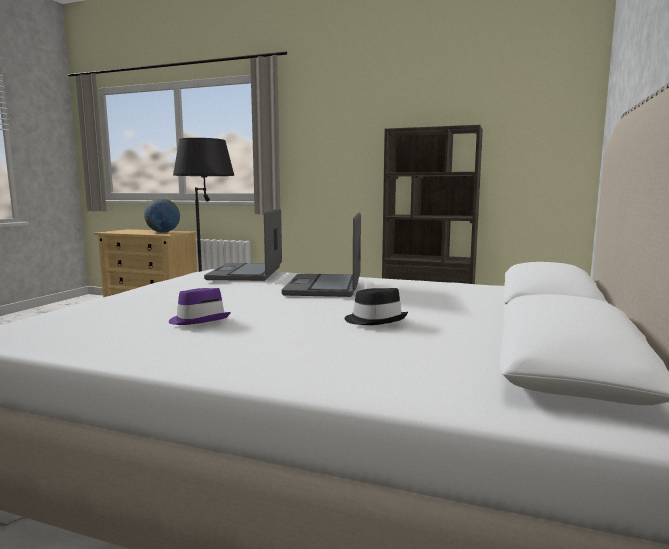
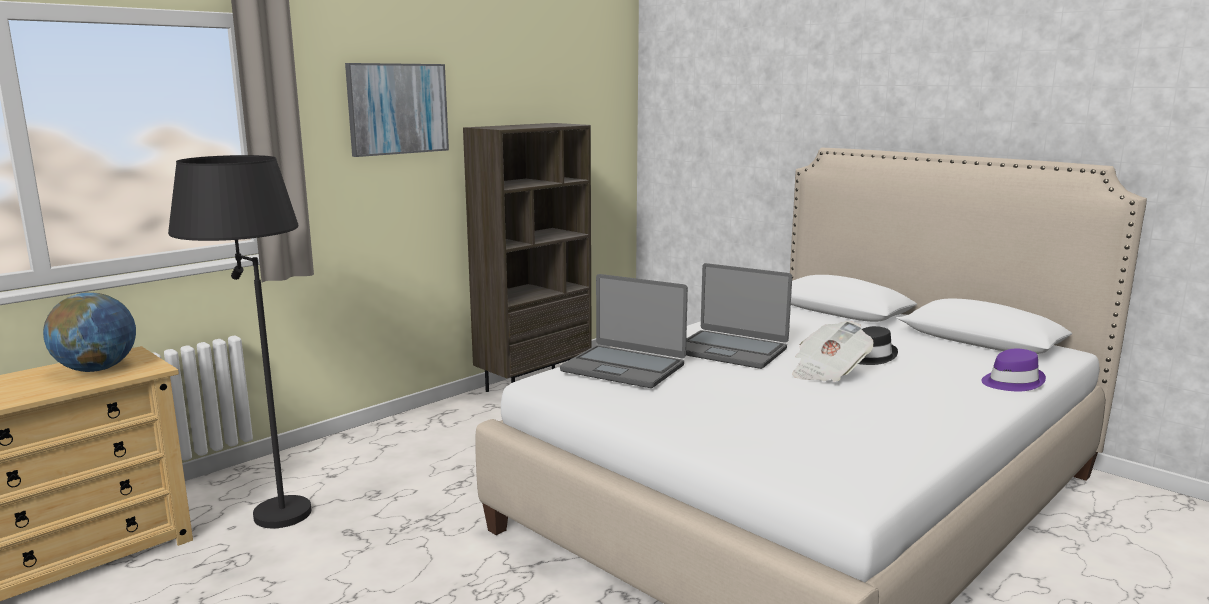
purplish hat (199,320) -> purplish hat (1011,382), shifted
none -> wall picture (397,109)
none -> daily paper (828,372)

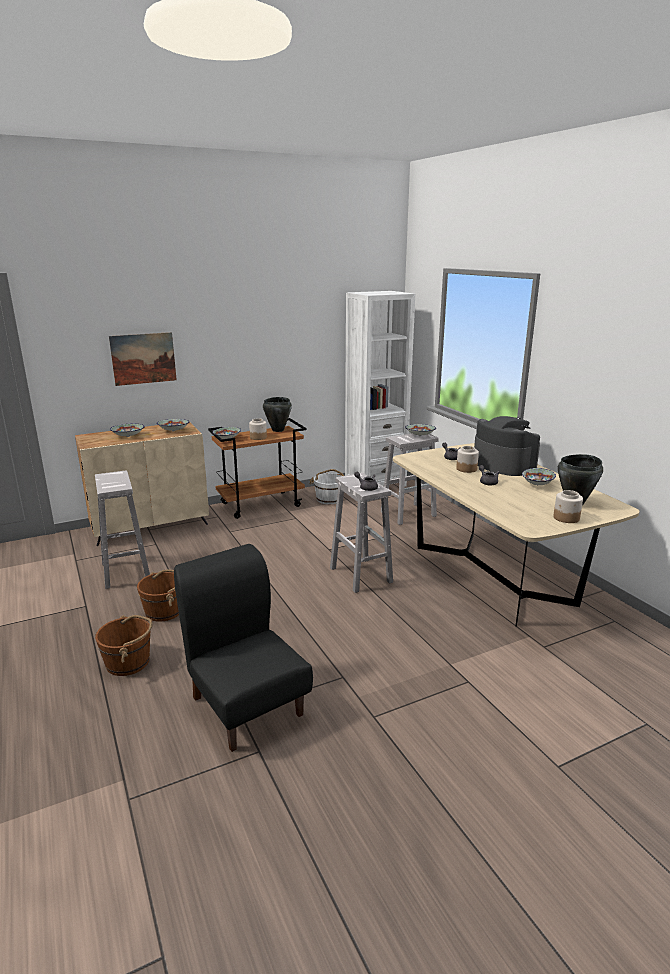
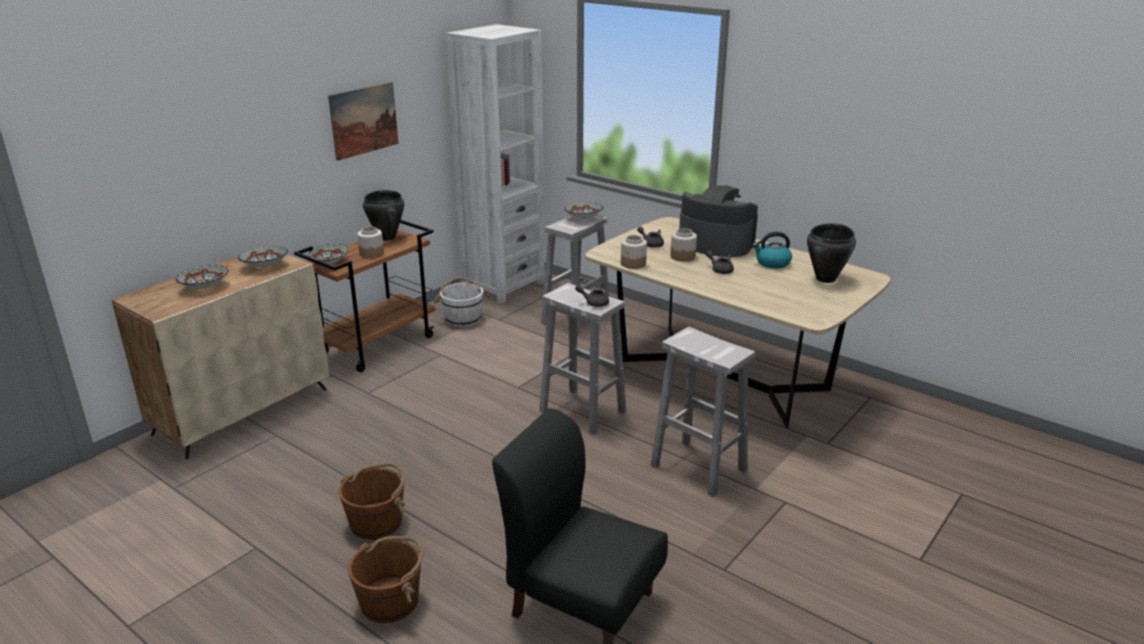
wall picture (143,358) -> wall picture (364,120), shifted
serving bowl (538,484) -> water kettle (772,263)
white stool seat (125,571) -> white stool seat (697,467), shifted
storage jar (566,518) -> storage jar (633,264), shifted

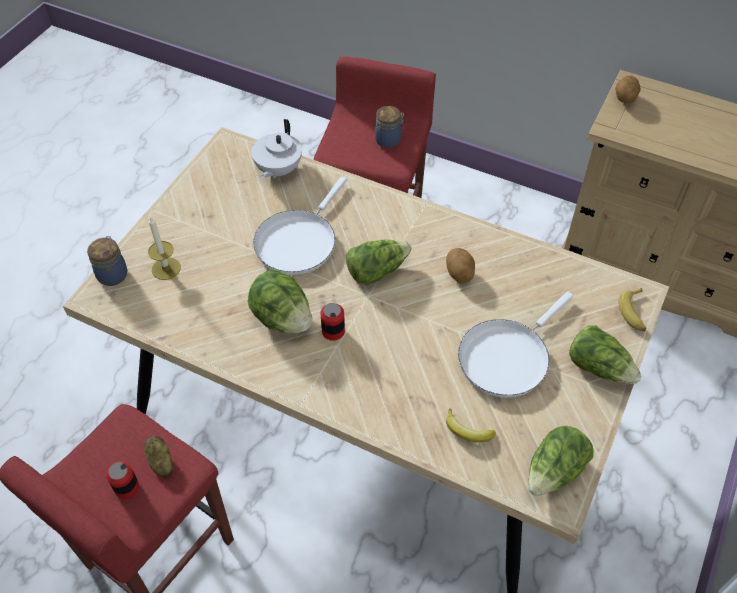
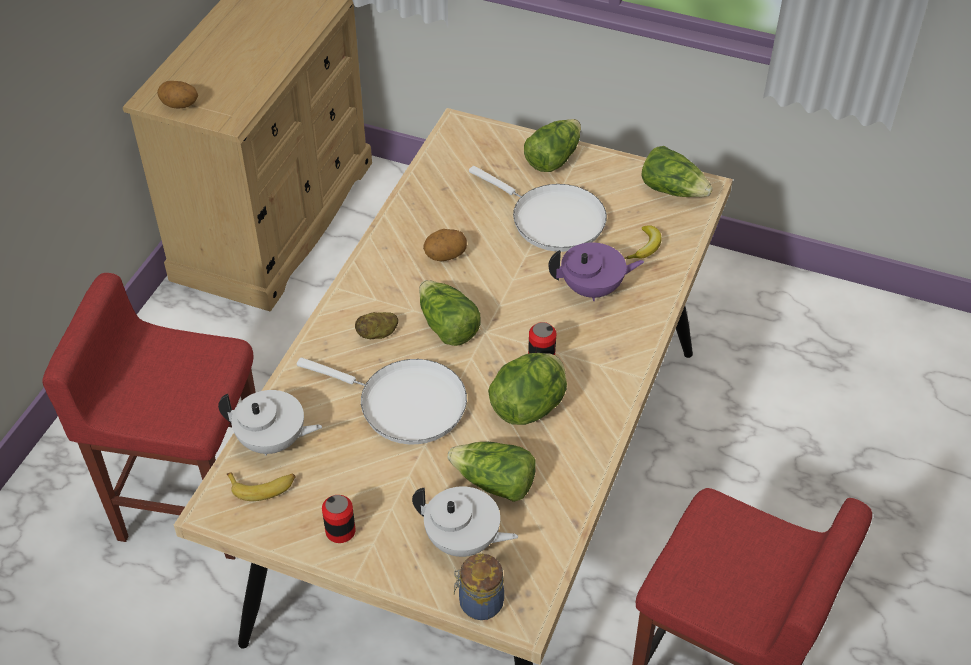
storage jar (389,140) -> none
wax candle (166,268) -> white teapot (463,541)
banana fruit (634,313) -> banana fruit (263,487), shifted
potato (160,462) -> potato (378,334), shifted
can (127,487) -> can (340,531), shifted
none -> purplish teapot (592,289)
none -> head of lettuce (494,483)

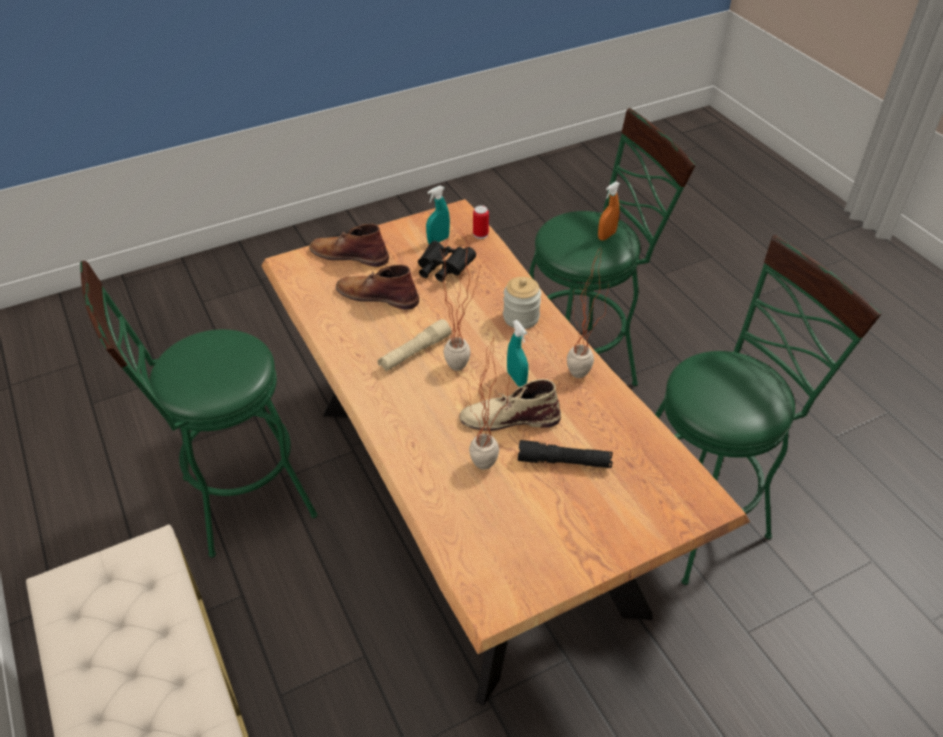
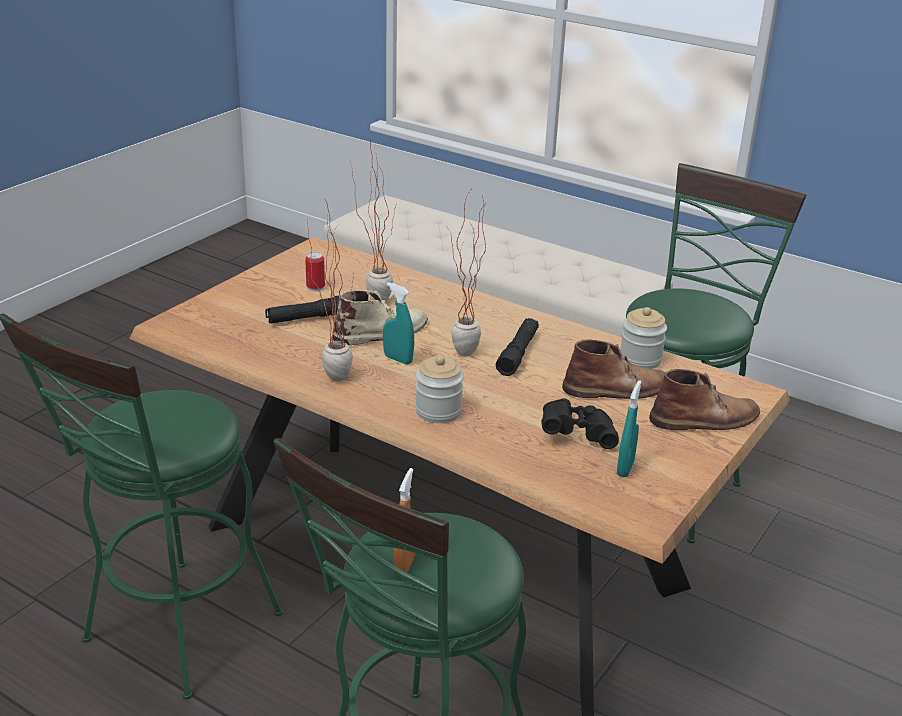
can (480,234) -> can (315,288), shifted
beige-coloured torch (415,352) -> black torch (518,353)
none -> storage jar (640,359)

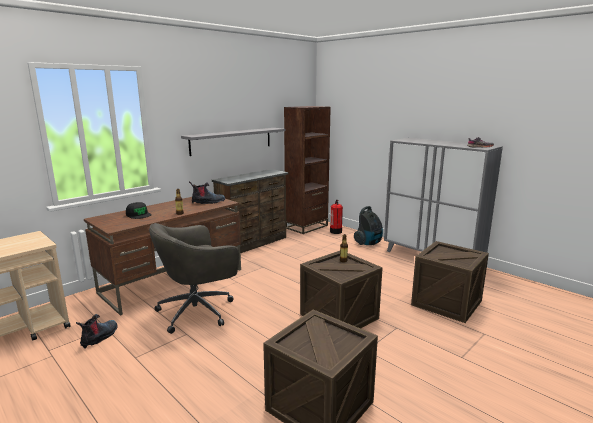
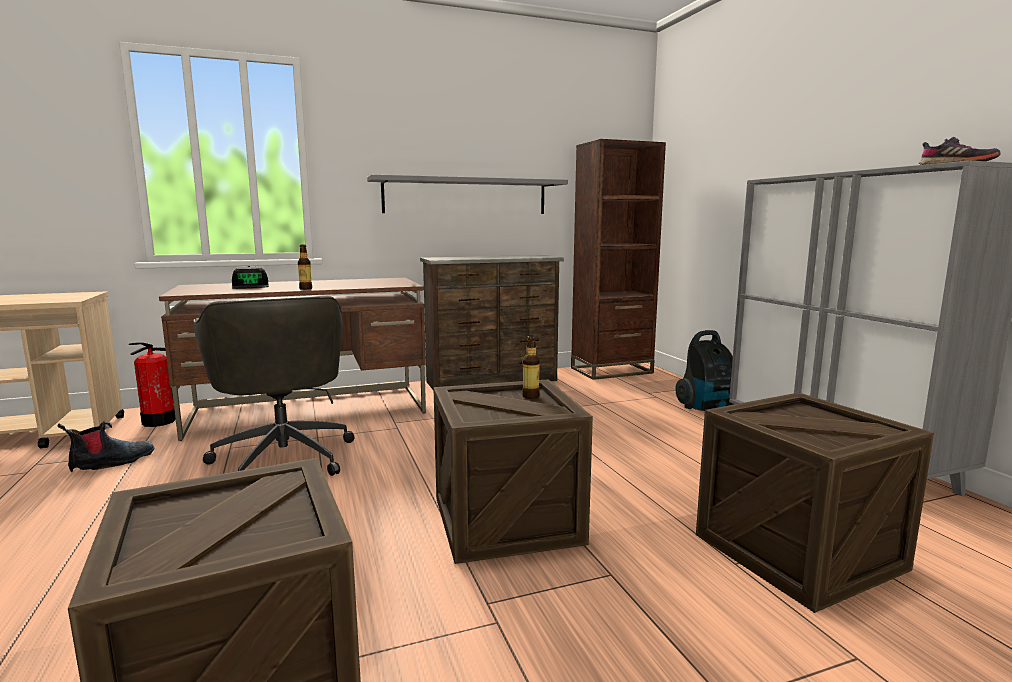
boot (208,202) -> none
extinguisher (336,231) -> extinguisher (159,421), shifted
greyish computer chair (198,311) -> greyish computer chair (284,457), 105 degrees counterclockwise

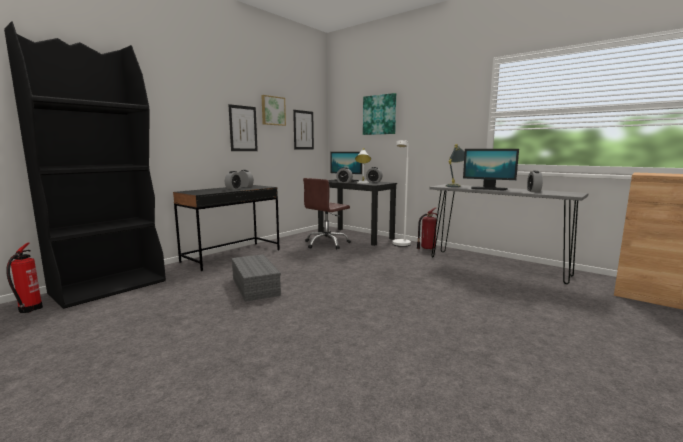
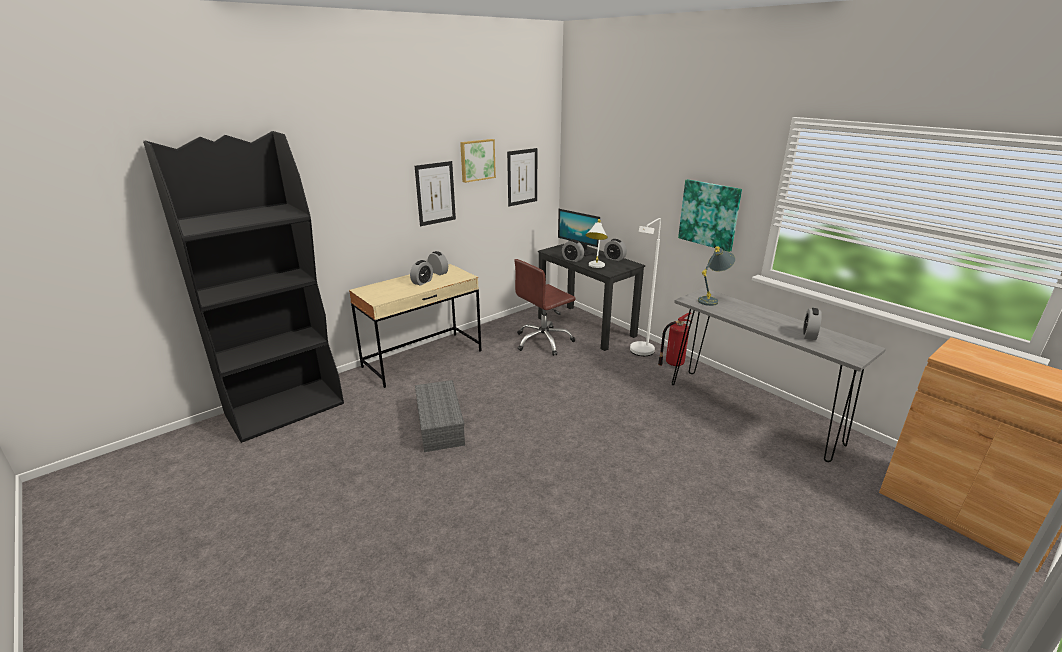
wall picture (379,115) -> wall picture (709,214), shifted
monitor (488,189) -> none
black desk unit (232,256) -> beige-coloured desk unit (423,359)
extinguisher (29,310) -> none

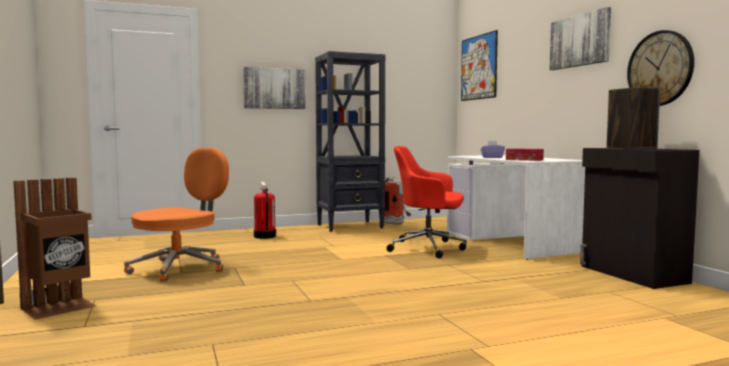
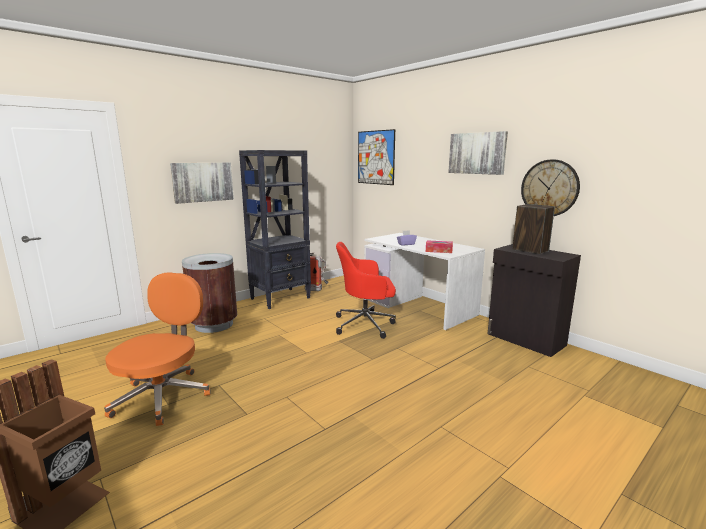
extinguisher (264,236) -> brown trash can (214,325)

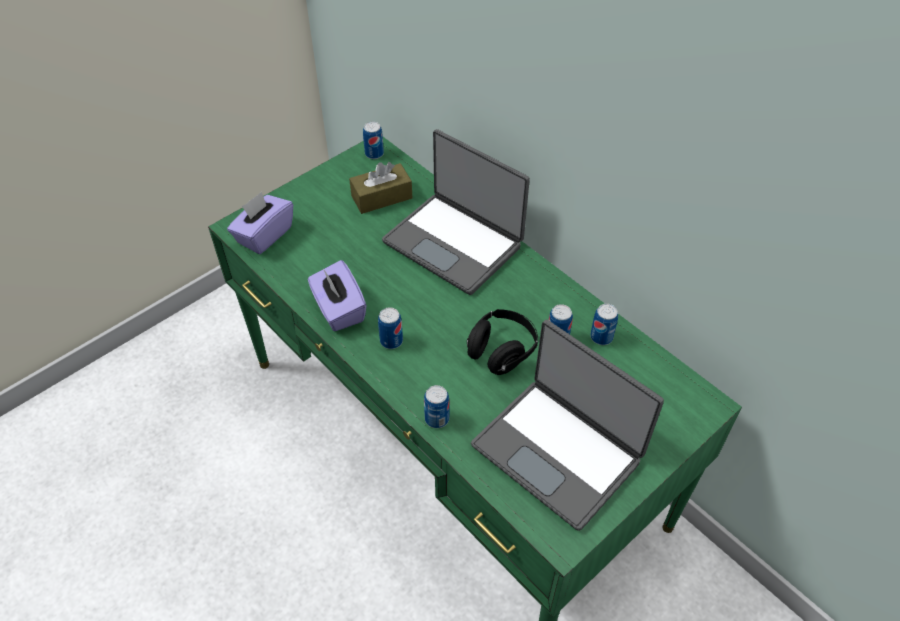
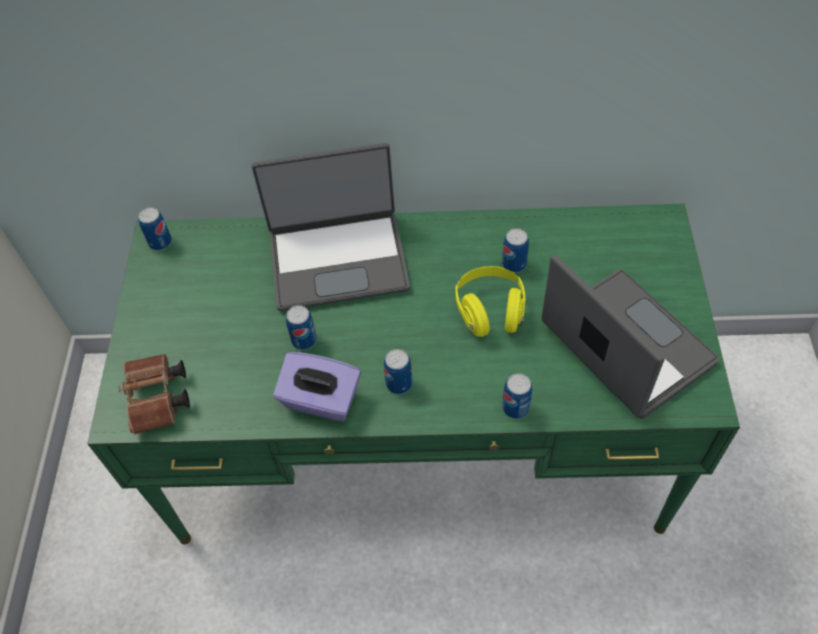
brown tissue box (381,197) -> none
purplish tissue box (264,235) -> brown binoculars (158,401)
can (601,337) -> can (304,340), shifted
black headset (501,351) -> yellow-coloured headset (490,311)
portable computer (558,451) -> portable computer (624,345), 120 degrees counterclockwise

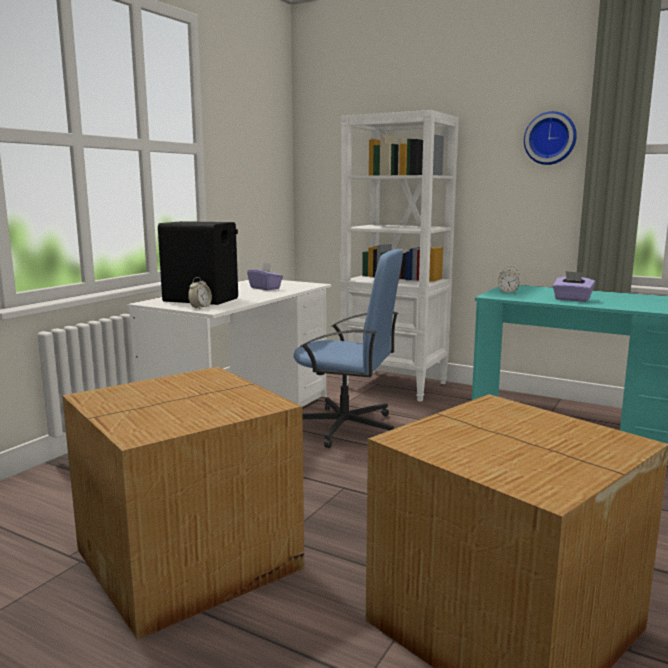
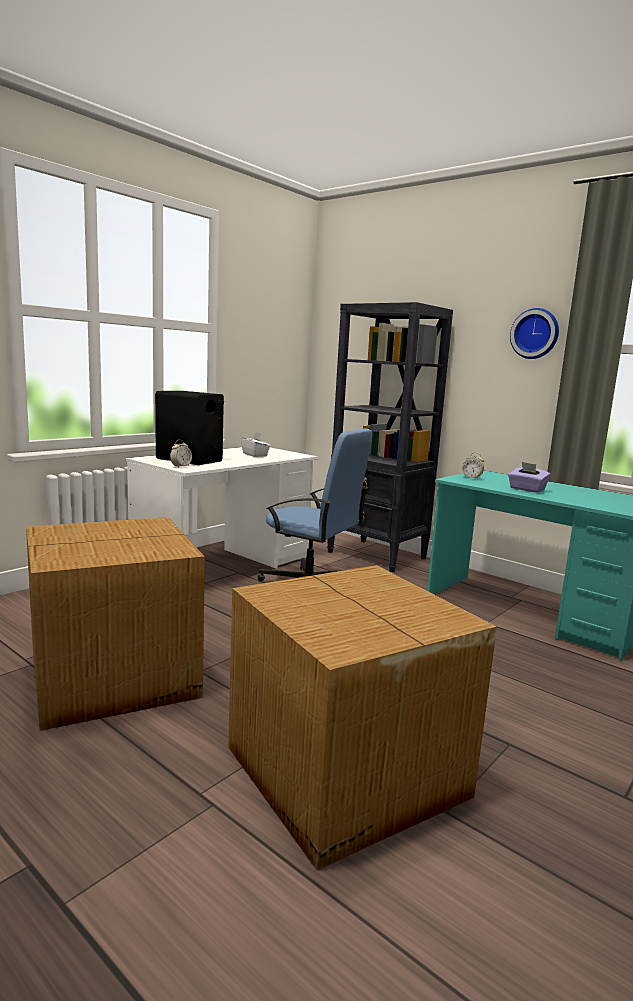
white bookshelf (395,385) -> black bookshelf (377,555)
purplish tissue box (265,288) -> white tissue box (255,455)

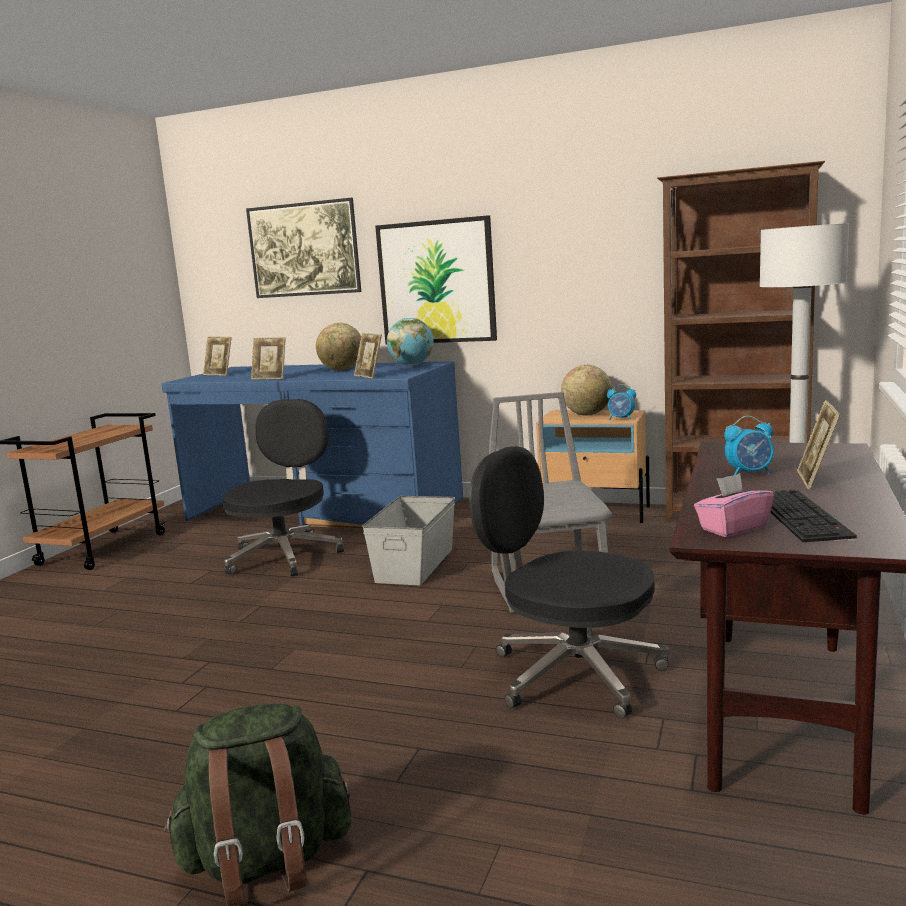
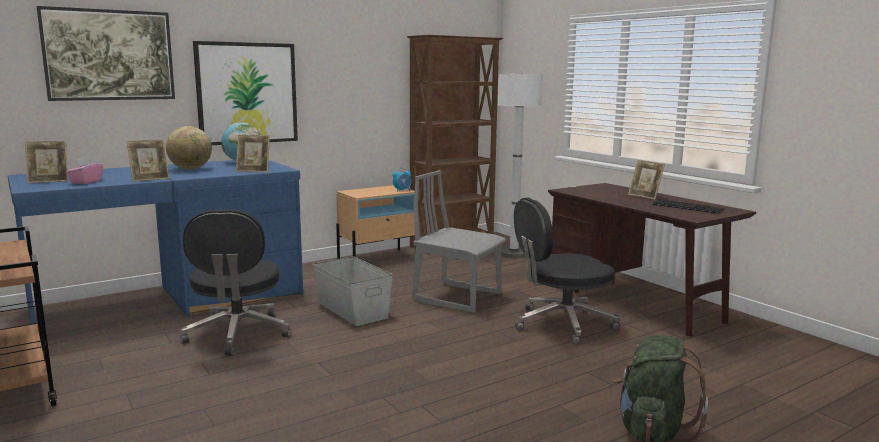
world globe (587,414) -> none
black computer chair (285,556) -> black computer chair (237,334), 150 degrees counterclockwise
alarm clock (749,473) -> none
pinkish tissue box (732,528) -> pinkish tissue box (86,182), shifted

